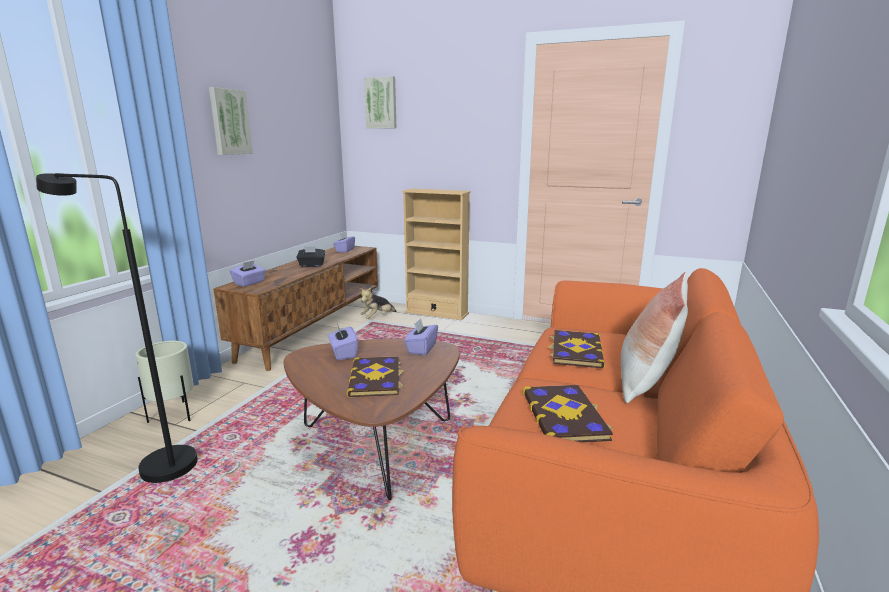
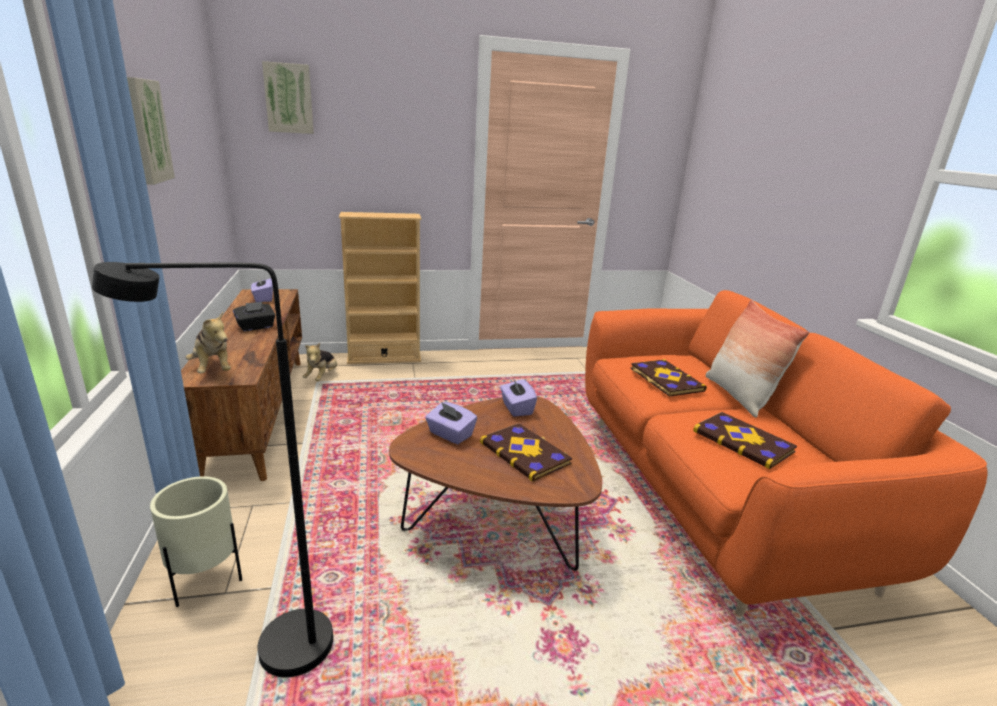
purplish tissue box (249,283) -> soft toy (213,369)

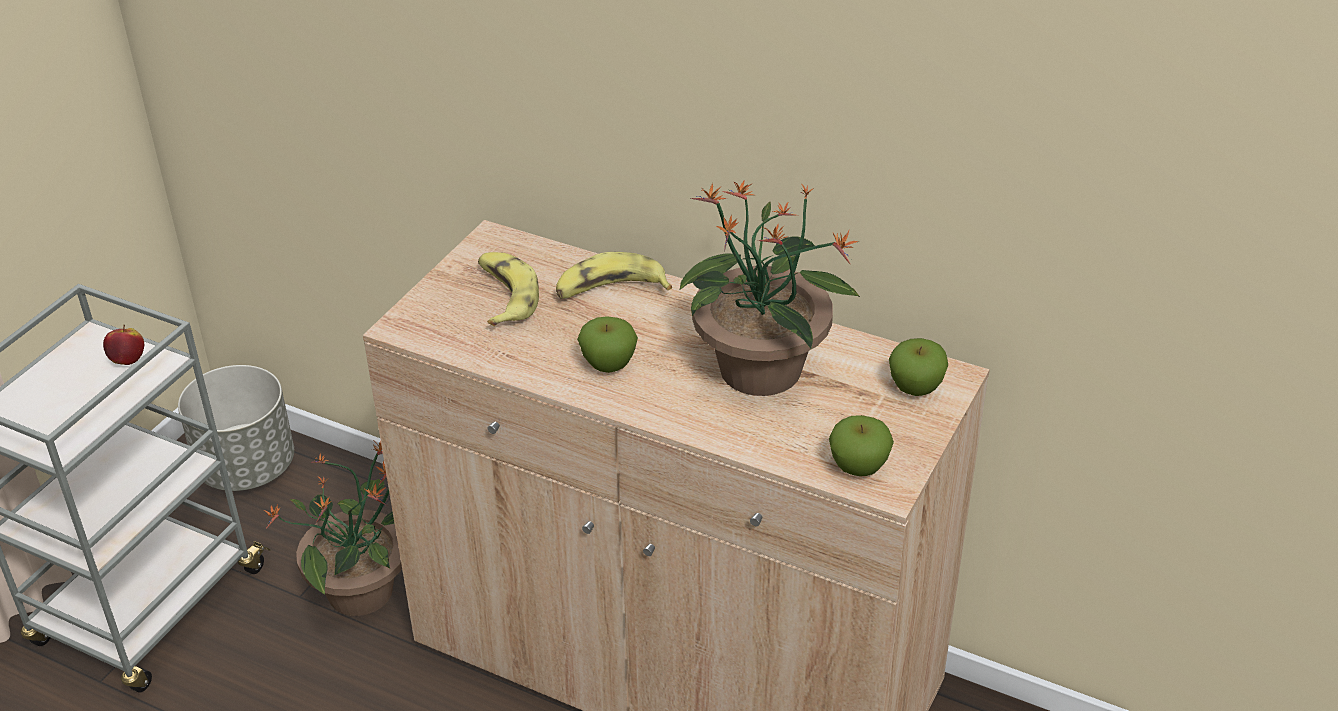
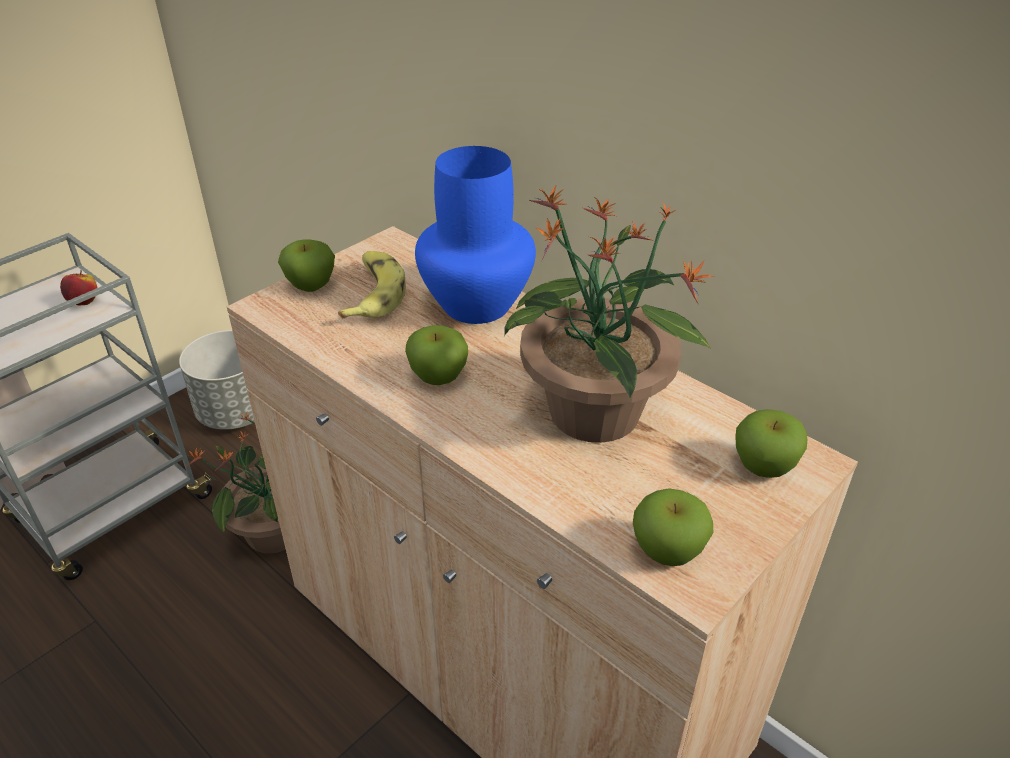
banana fruit (610,290) -> bluish decorative vase (475,305)
none -> apple fruit (311,286)

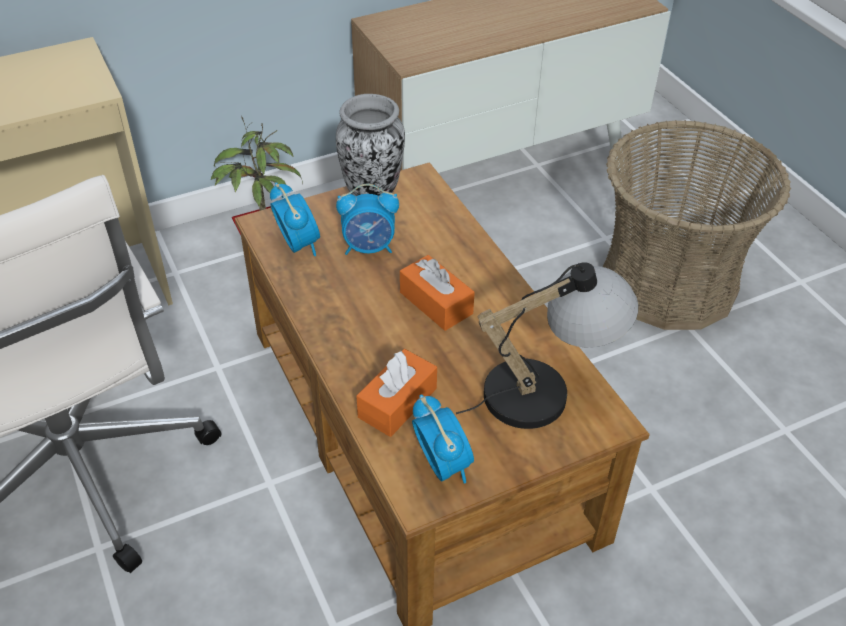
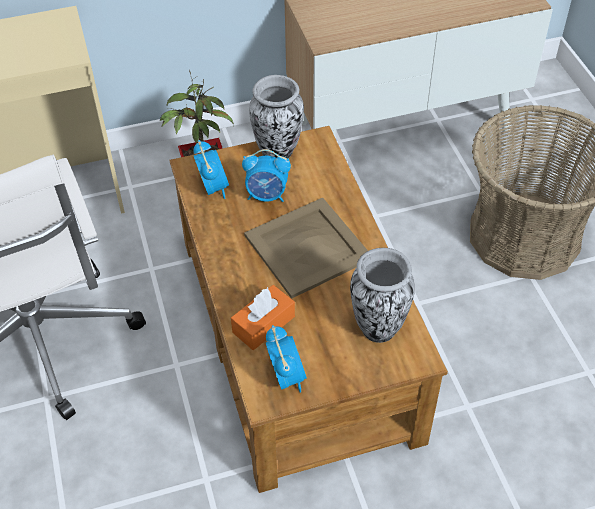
orange-coloured tissue box (436,303) -> beige-coloured serving tray (309,247)
table lamp (547,390) -> decorative vase (377,327)

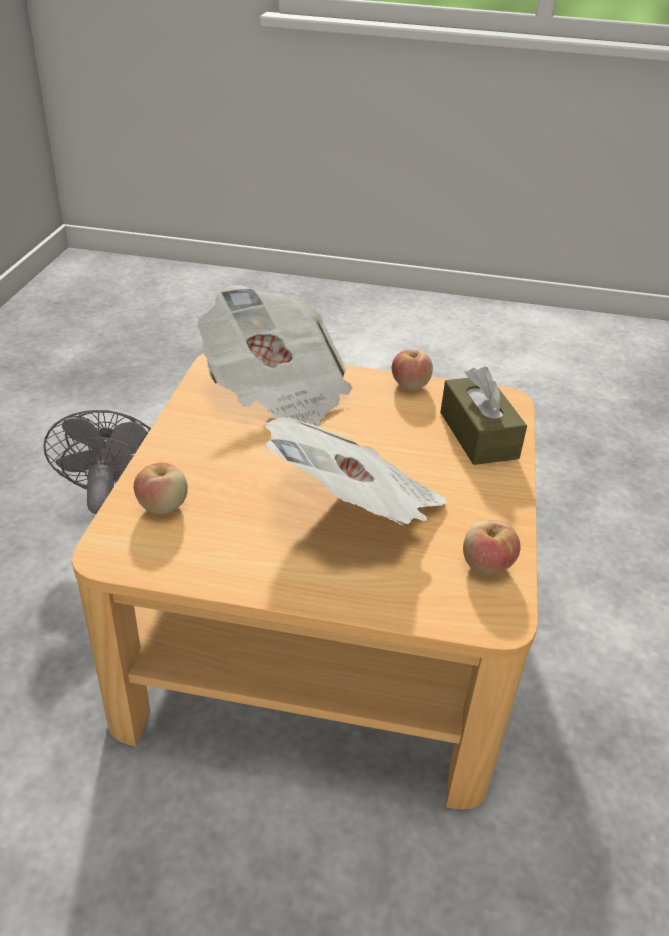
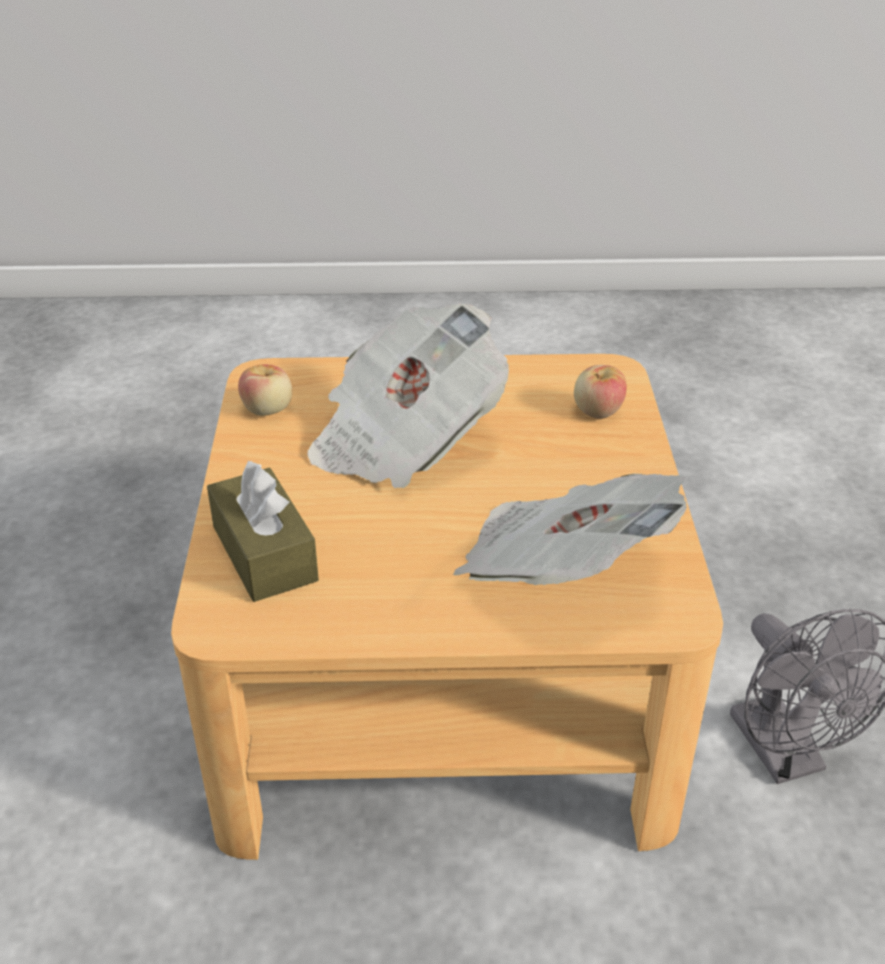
apple fruit (410,385) -> none

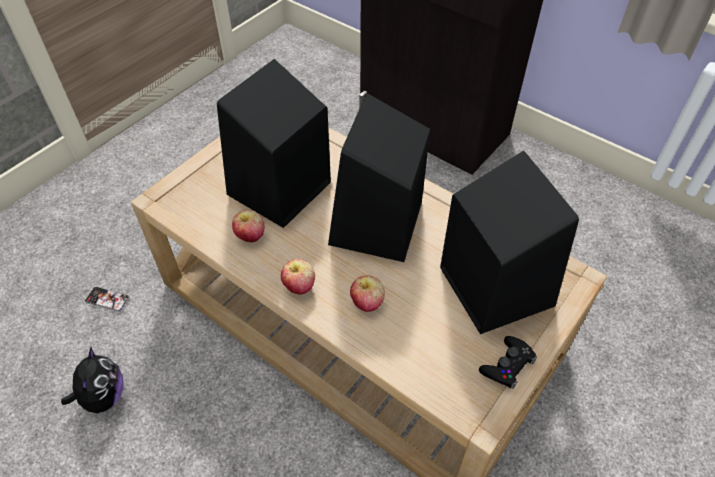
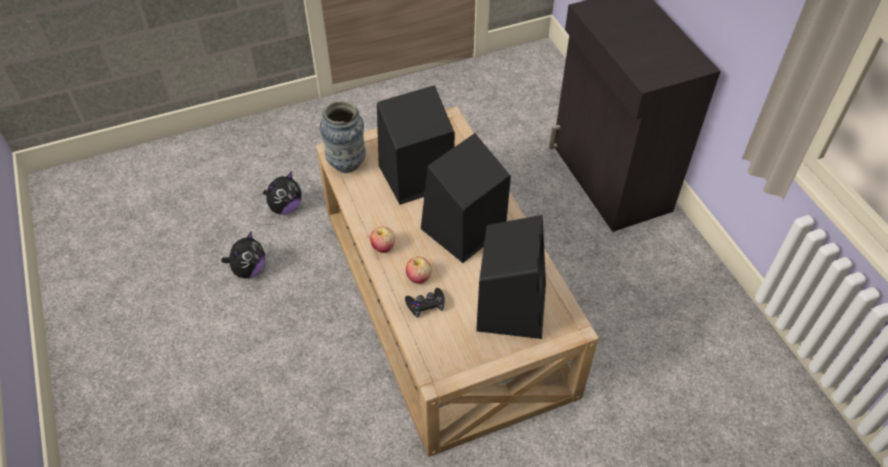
apple fruit (250,236) -> none
telephone (107,299) -> soft toy (285,207)
black joypad (507,365) -> black joypad (425,304), shifted
none -> decorative vase (347,164)

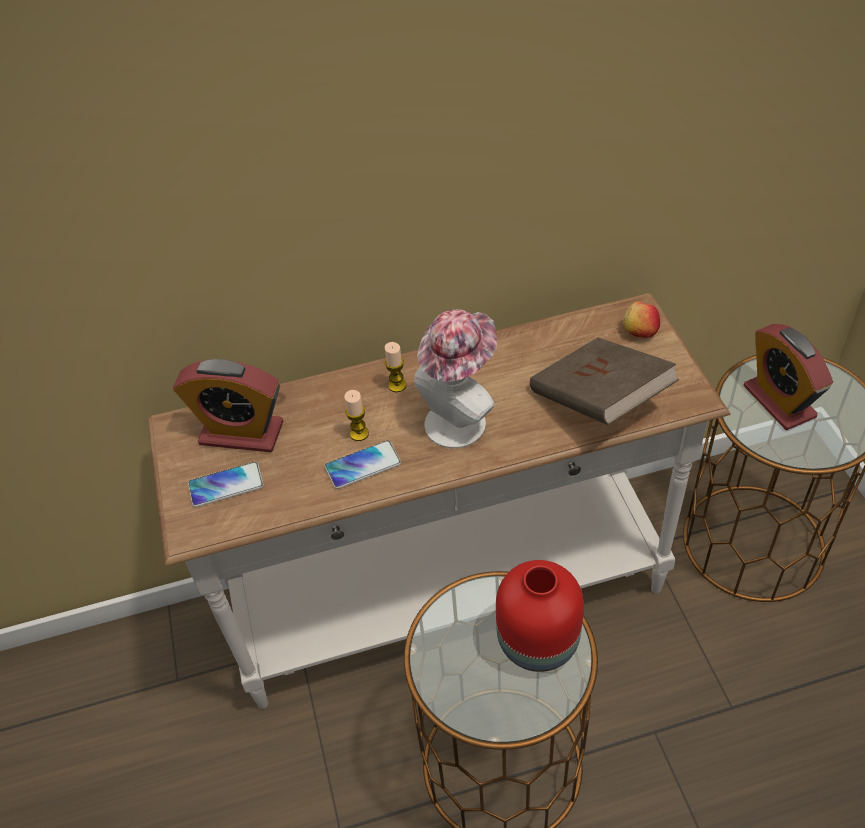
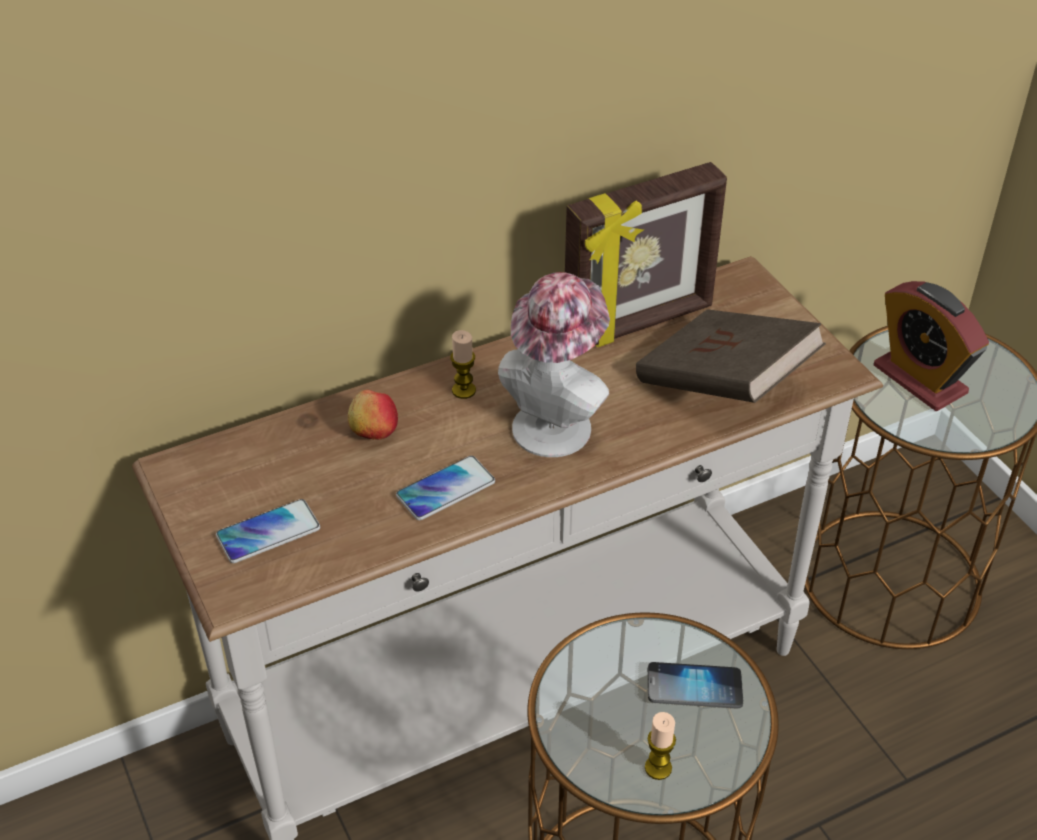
apple fruit (639,331) -> apple fruit (373,431), shifted
alarm clock (241,433) -> none
wax candle (359,433) -> wax candle (658,768), shifted
red-coloured decorative vase (536,639) -> telephone (694,687)
none -> picture frame (639,324)

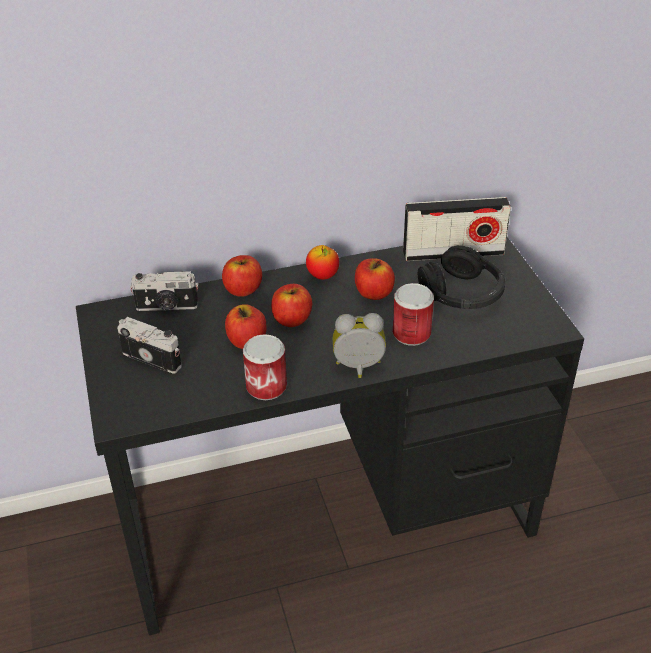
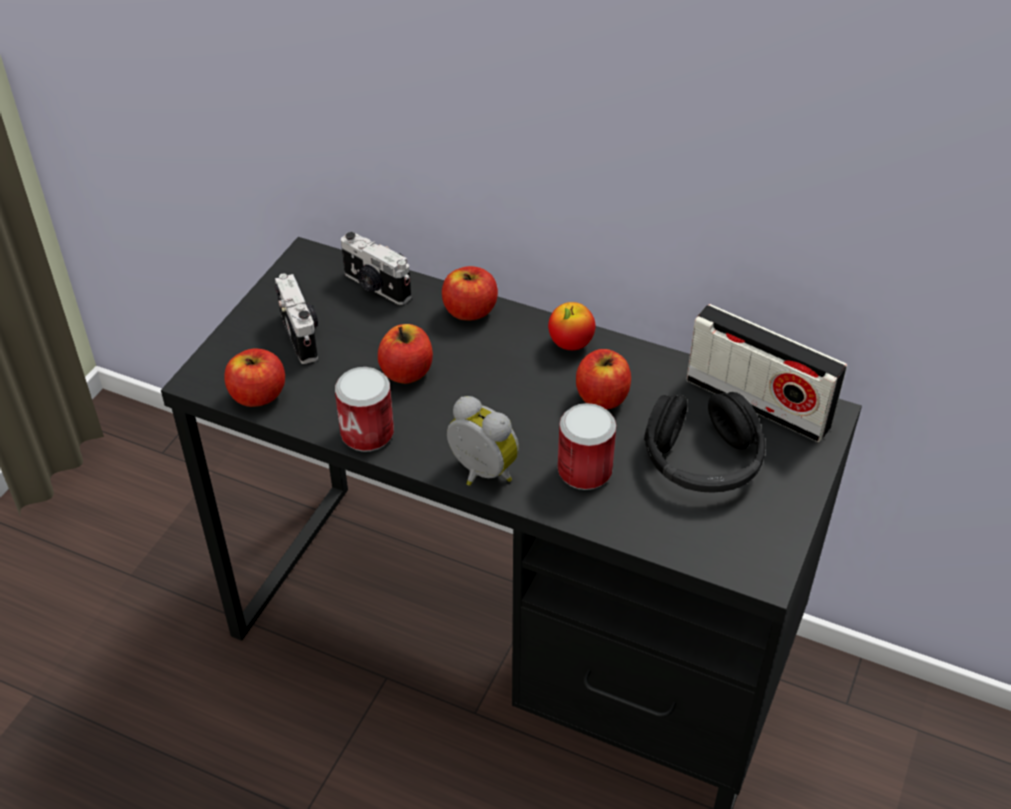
apple fruit (292,319) -> apple fruit (258,395), shifted

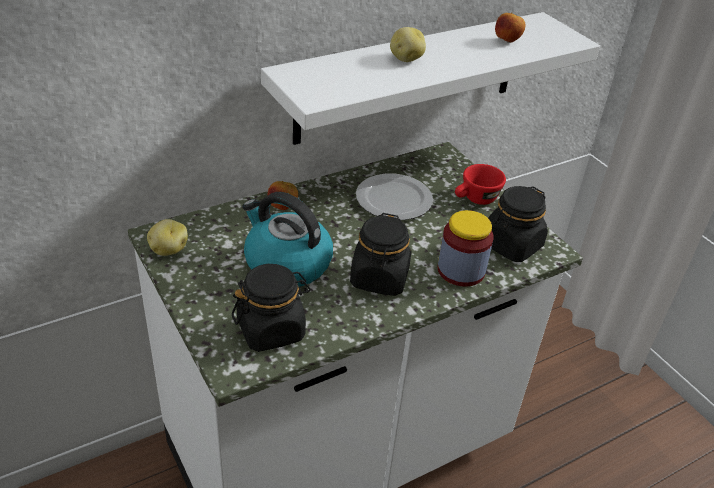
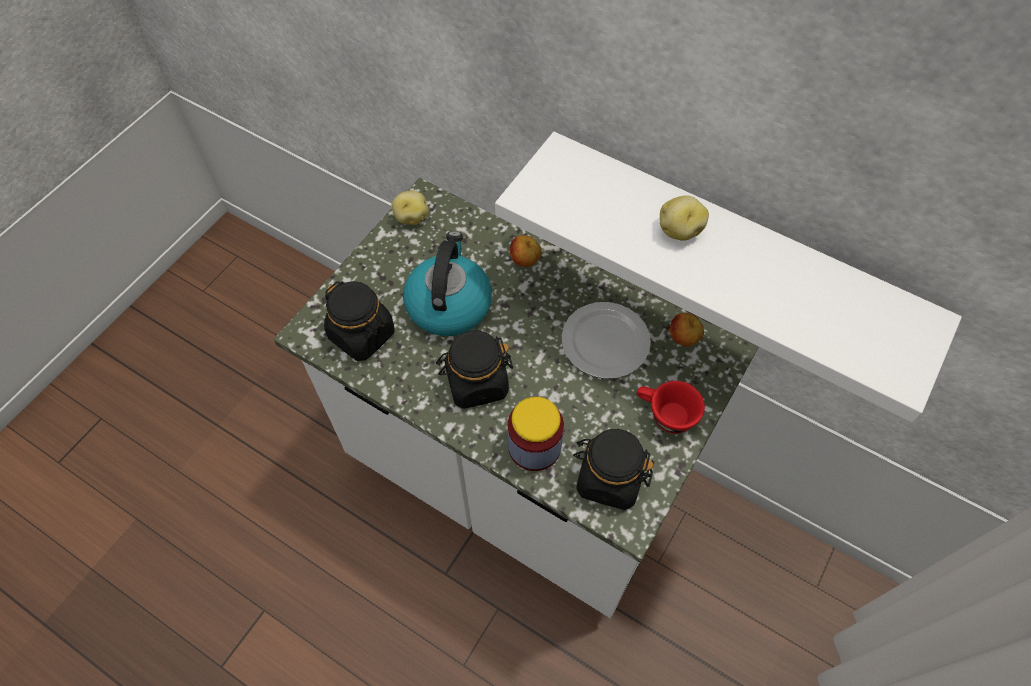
apple fruit (507,41) -> apple fruit (683,338), shifted

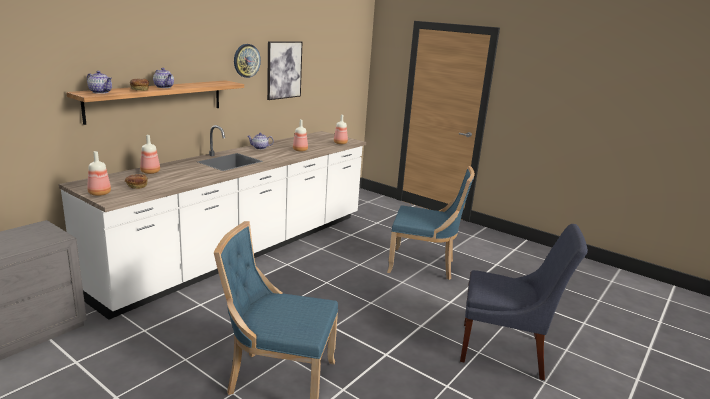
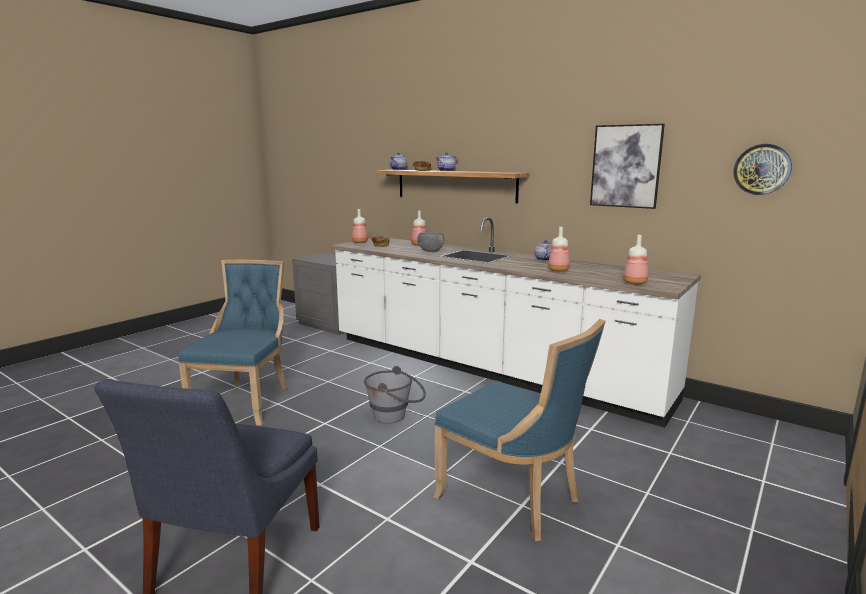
hanging clock (246,60) -> hanging clock (762,169), shifted
bluish chair (424,265) -> bluish chair (513,498), 60 degrees counterclockwise
none -> greyish serving bowl (431,251)
none -> greyish bucket (396,416)

